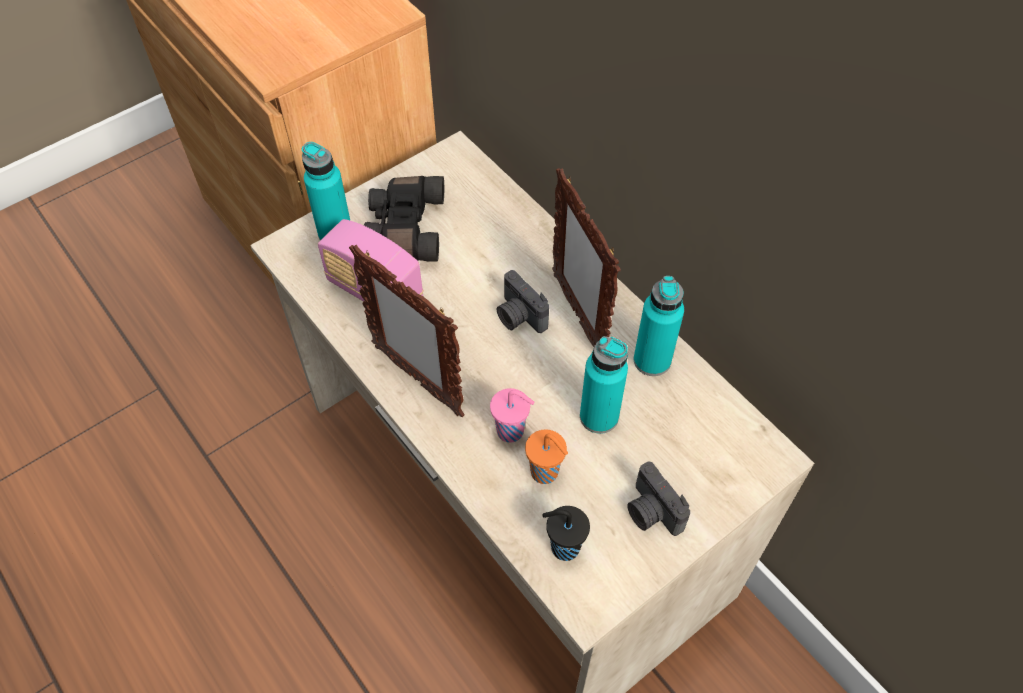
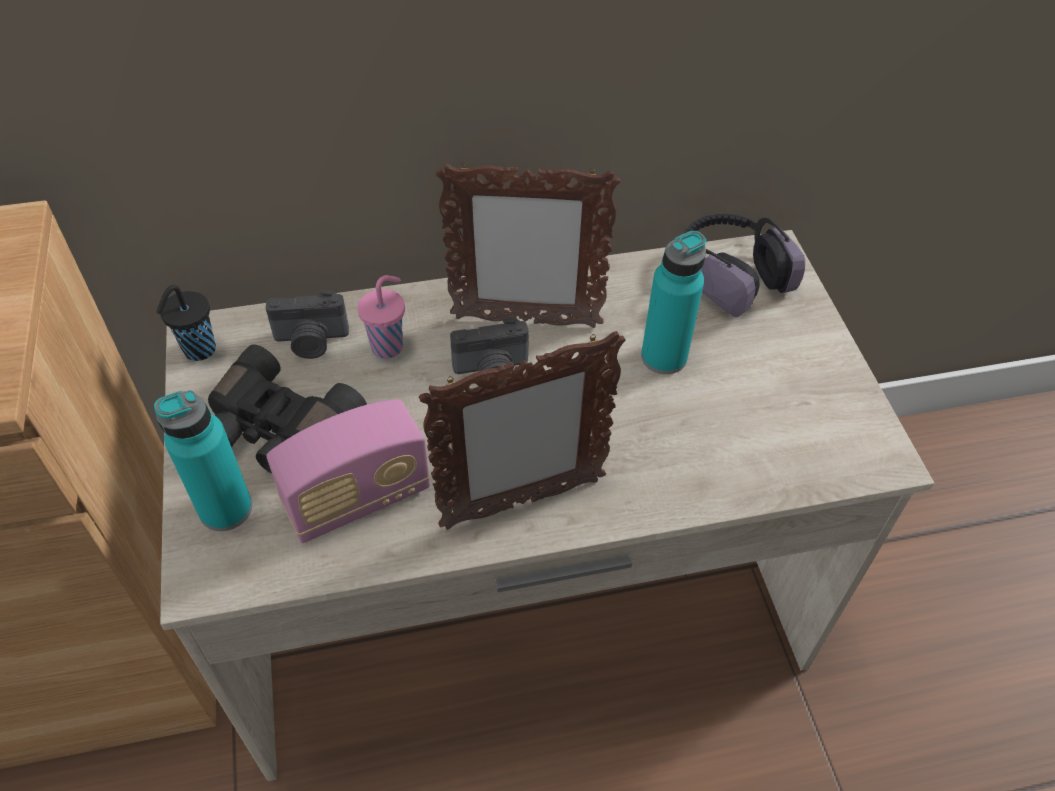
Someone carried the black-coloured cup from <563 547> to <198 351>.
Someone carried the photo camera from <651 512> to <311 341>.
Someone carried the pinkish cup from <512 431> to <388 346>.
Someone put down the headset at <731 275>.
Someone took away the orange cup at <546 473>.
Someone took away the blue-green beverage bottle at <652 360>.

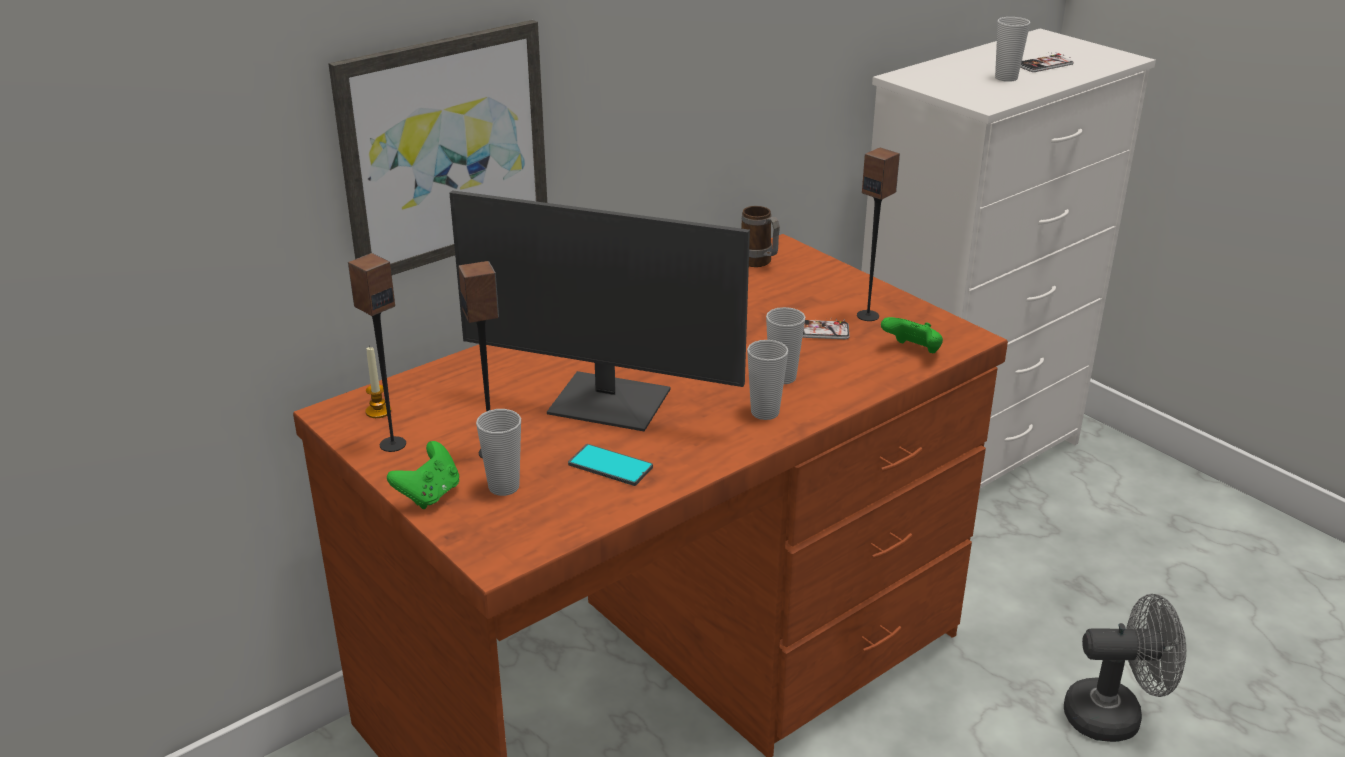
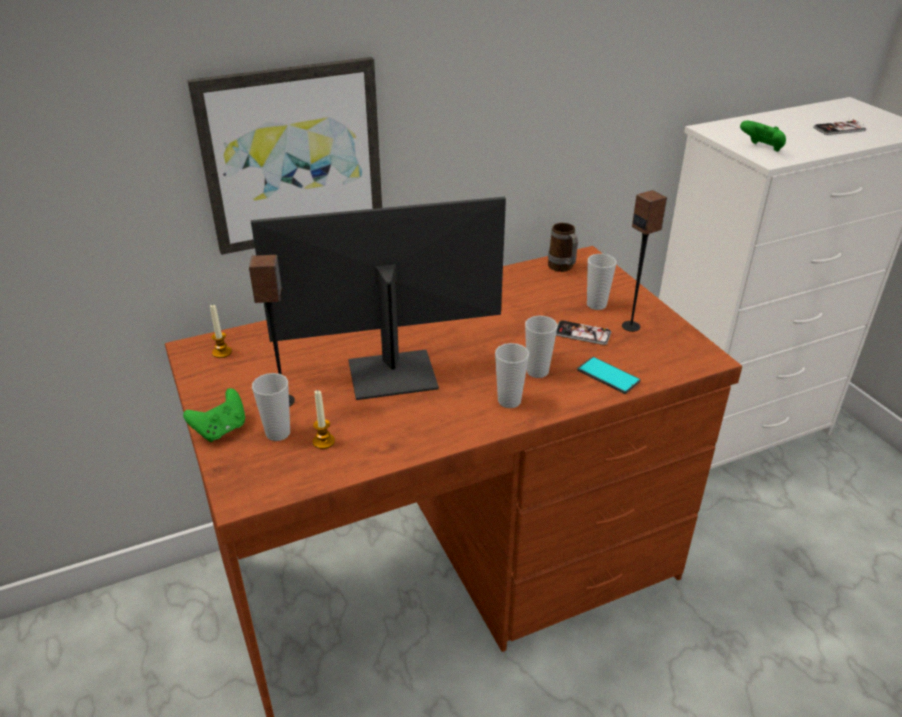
Someone rotated the monitor at <608 403> by 135 degrees clockwise.
Someone put down the candle at <323 441>.
Someone carried the telephone from <610 466> to <608 376>.
Someone carried the cup from <1006 78> to <596 305>.
Someone carried the green-coloured game controller from <913 351> to <761 149>.
Someone took away the speaker at <392 444>.
Someone took away the gray fan at <1114 716>.

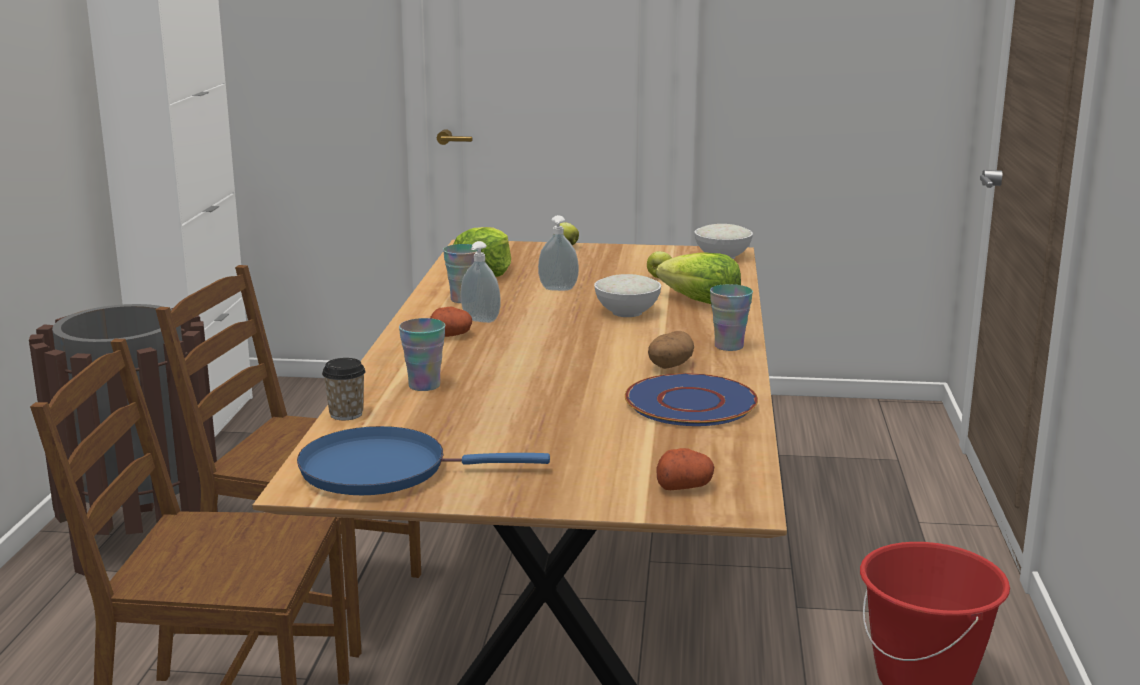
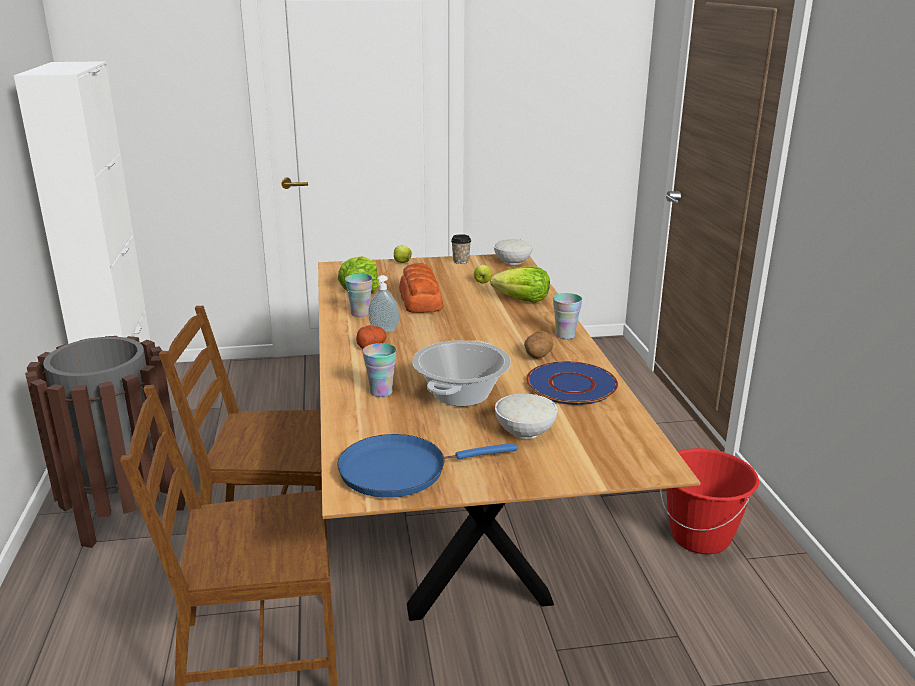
Someone swapped the liquid soap bottle at <558 289> for the bread at <421 299>.
Someone put down the cooking pot at <460 394>.
Someone carried the cup from <346 414> to <461 261>.
Someone carried the white serving bowl from <627 313> to <525 432>.
Someone took away the spud at <684 486>.

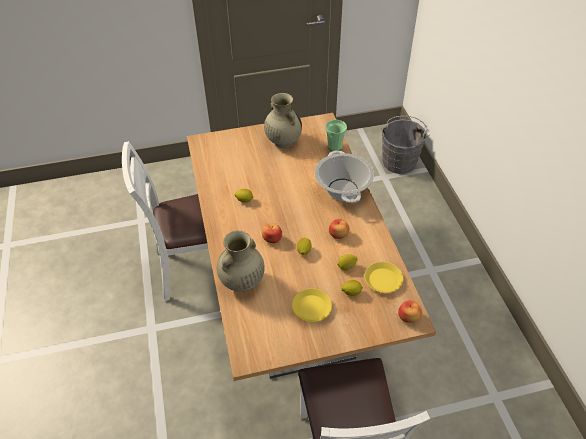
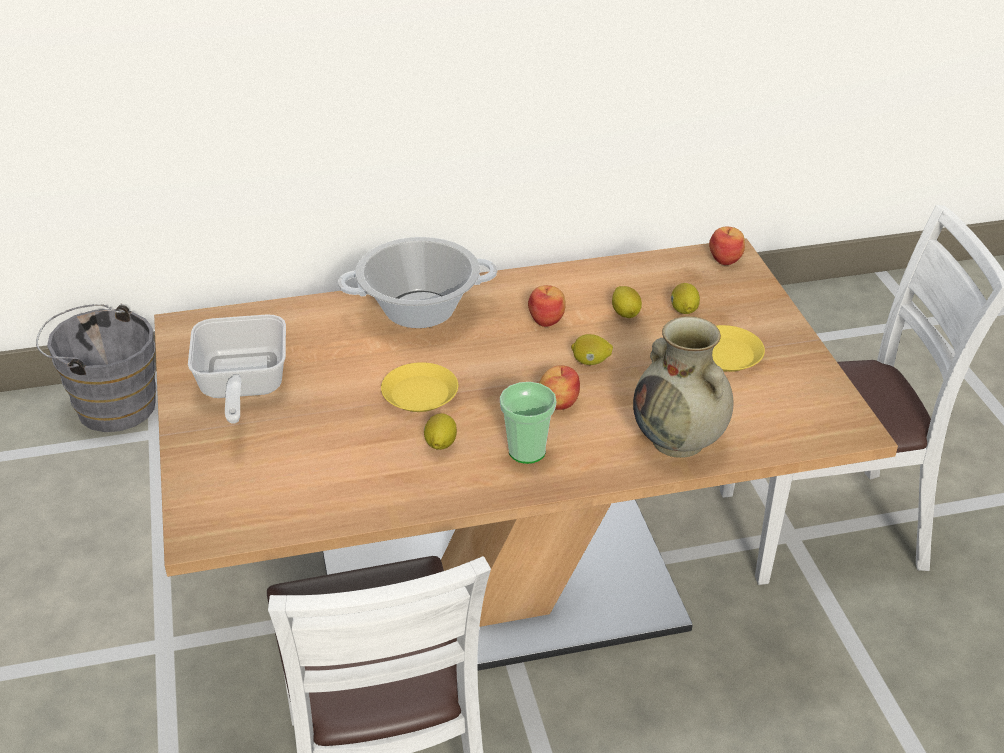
Someone swapped the sand-coloured flower vase at <283 141> for the pan at <241 388>.
Someone carried the yellow dinner plate from <383 280> to <420 394>.
Someone carried the cup from <334 146> to <527 451>.

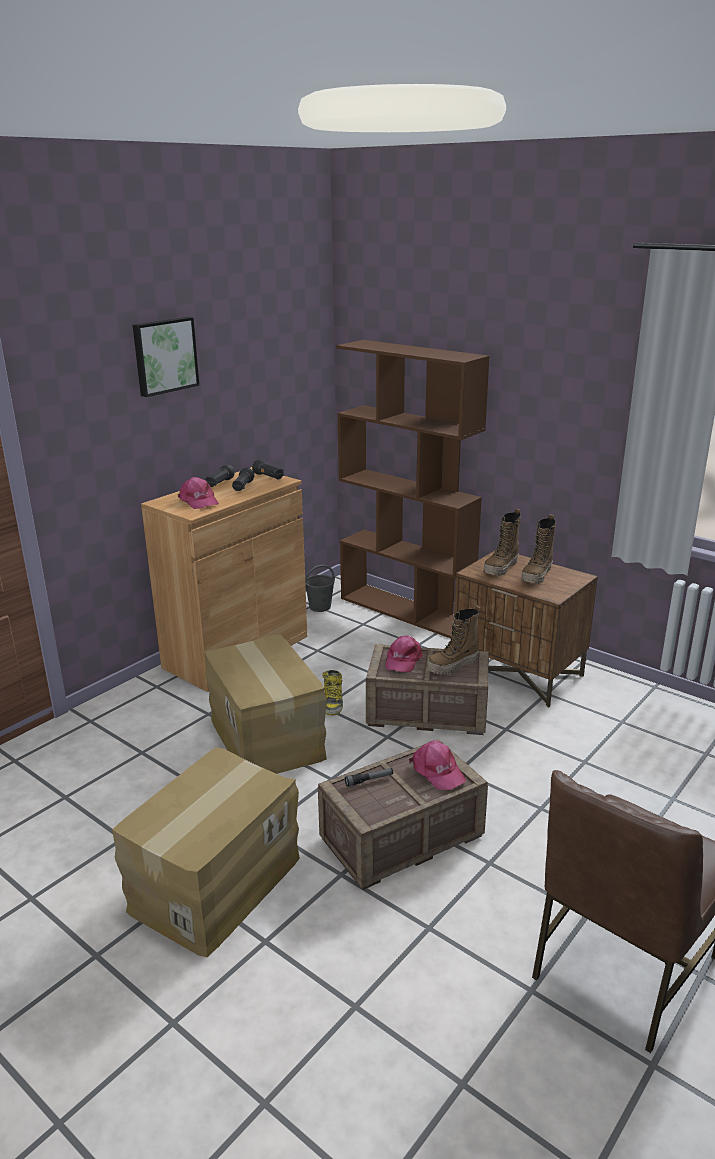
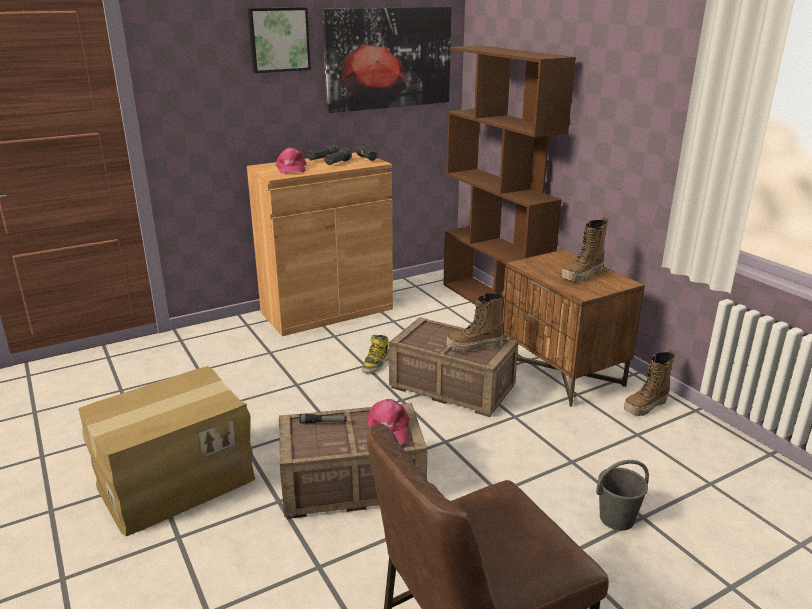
Someone put up the picture at <388 58>.
Someone carried the gray pail from <320 607> to <617 518>.
Someone carried the boot from <501 568> to <645 406>.
Someone took away the packing box at <268 738>.
Someone took away the pinkish peaked cap at <403 660>.

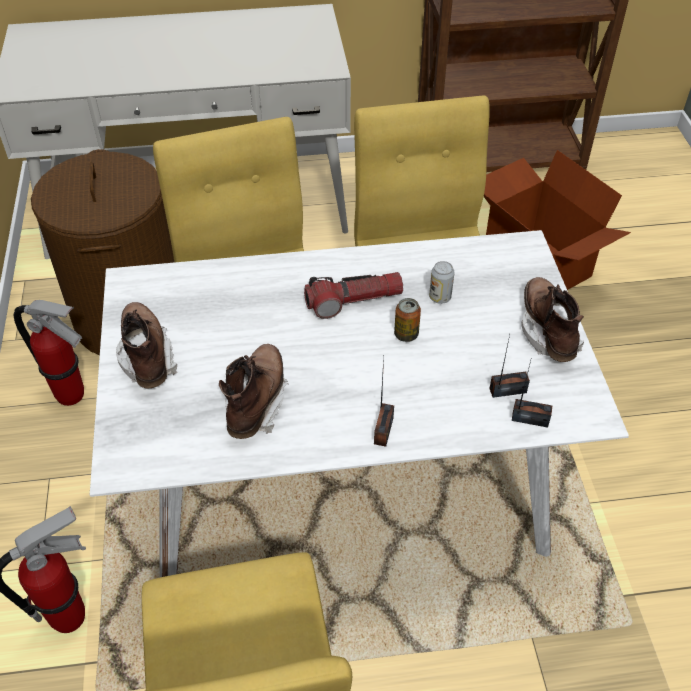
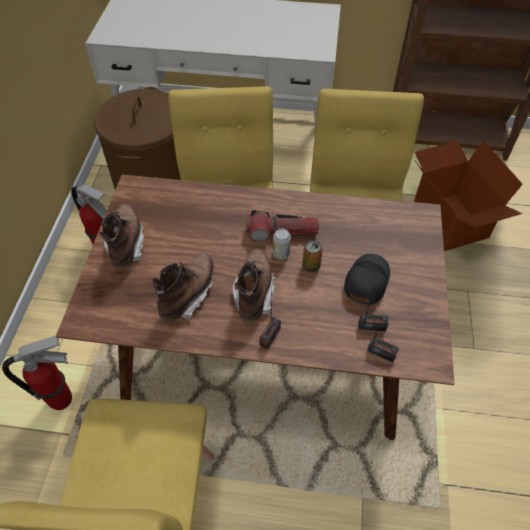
Someone repainted the white kitchen table at <344 490>, which became the brownish kitchen table at <263 356>.
Someone carried the brownish boot from <547 331> to <254 293>.
Someone carried the metal can from <440 297> to <281 254>.
Someone put down the black-coloured peaked cap at <365 281>.

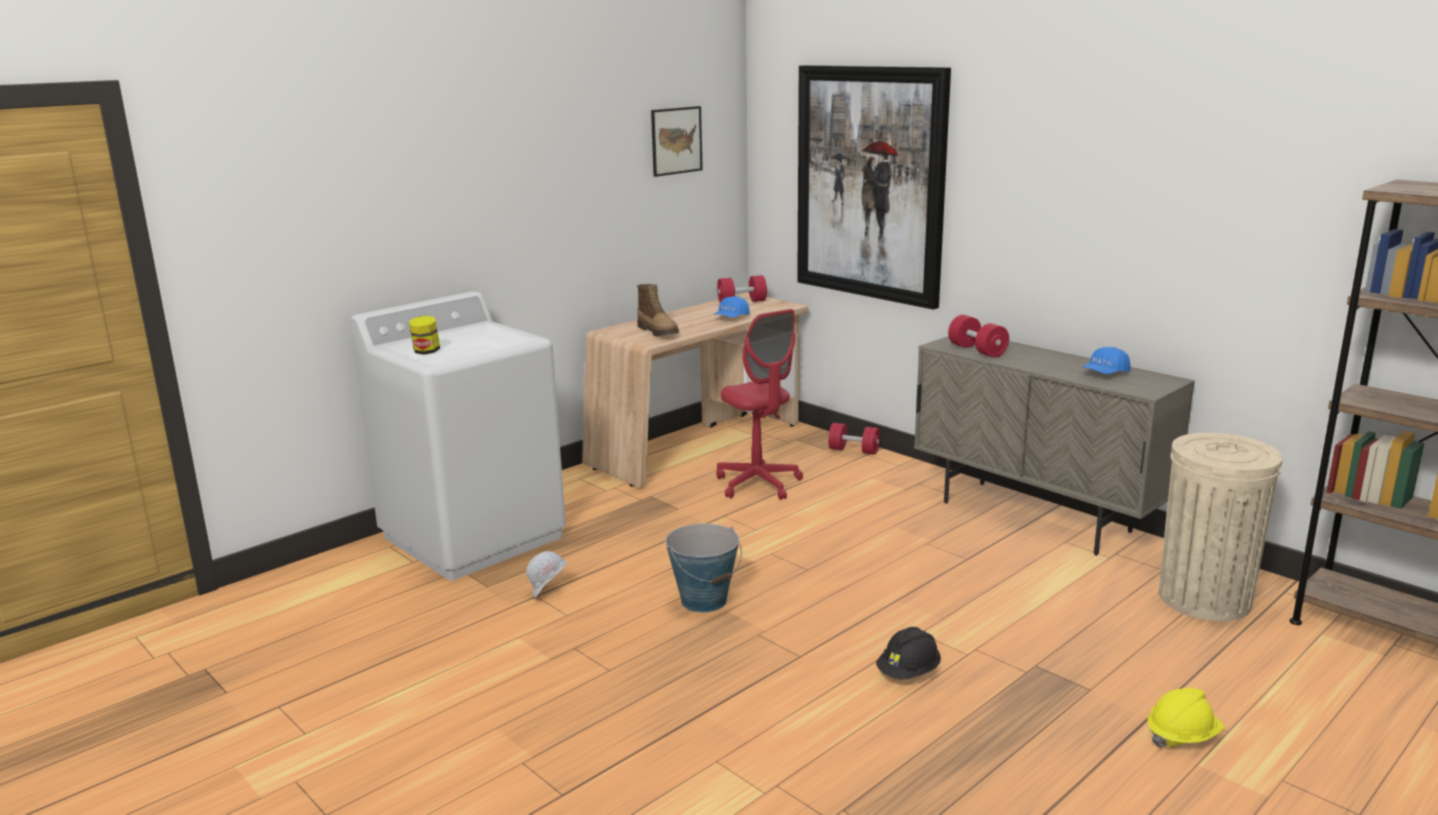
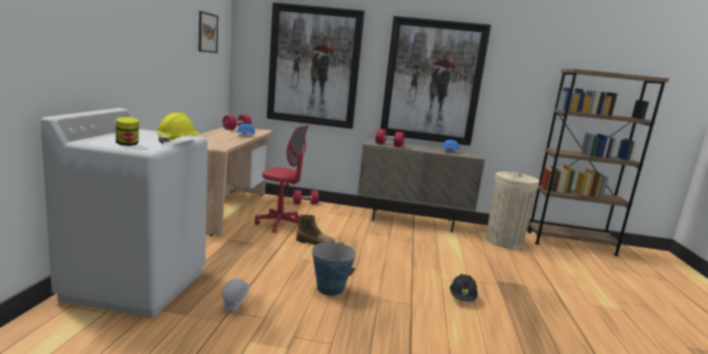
Someone carried the yellow work helmet from <1182 736> to <177 142>.
Someone carried the boot from <659 332> to <315 243>.
Someone put up the picture at <432 82>.

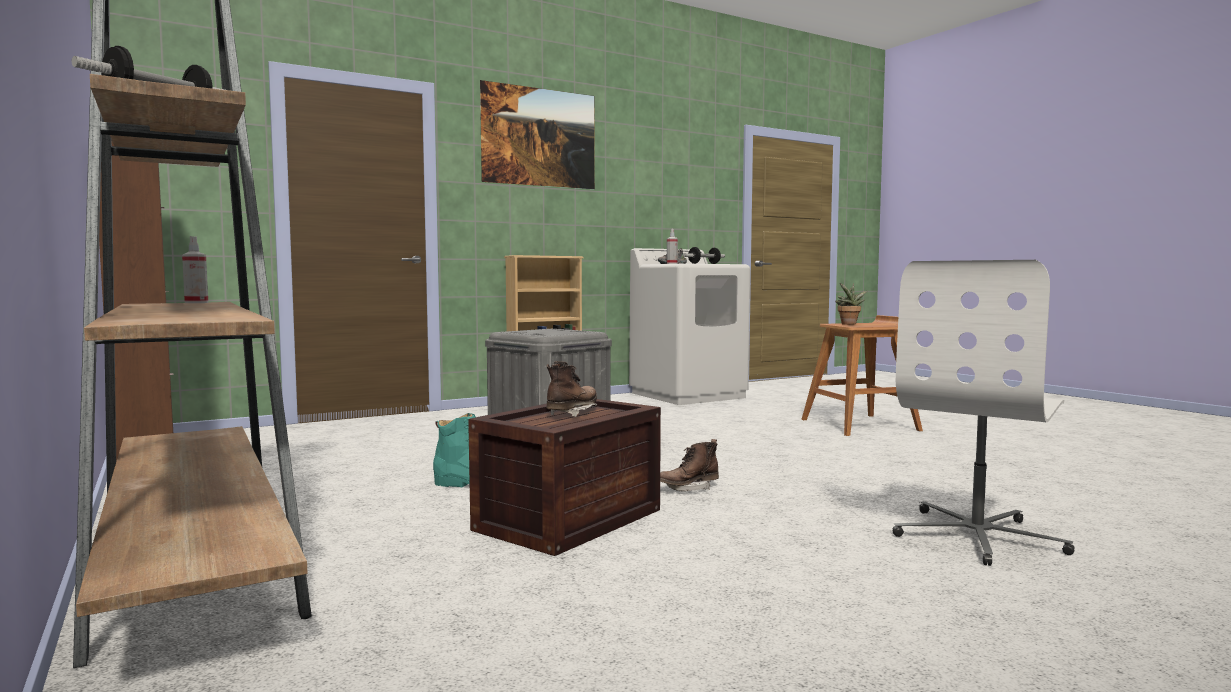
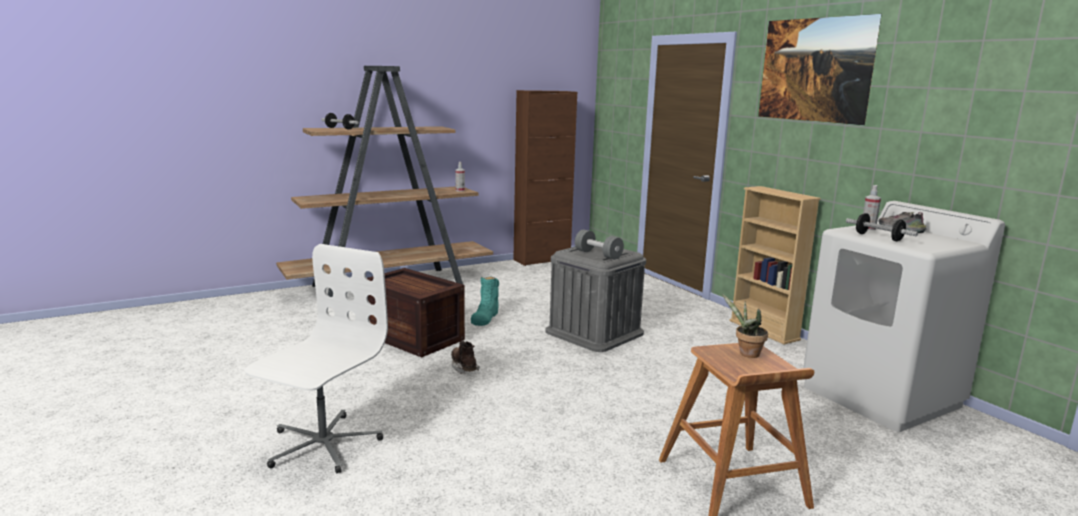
Someone rotated the white desk chair at <978 537> by 75 degrees clockwise.
Someone put down the gray free weight at <598 254>.
Someone took away the brownish boot at <572 413>.

